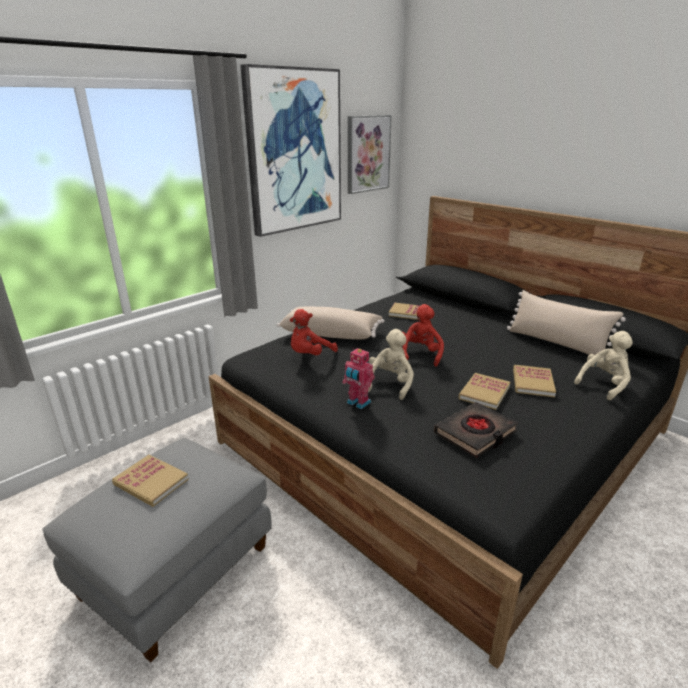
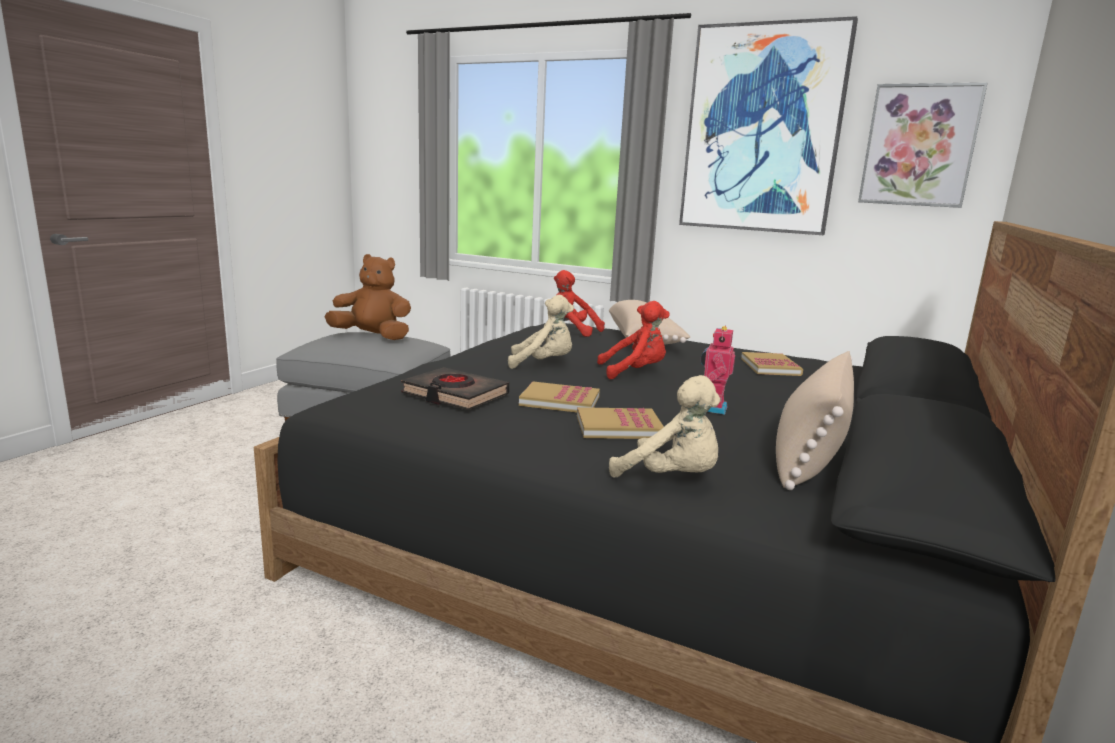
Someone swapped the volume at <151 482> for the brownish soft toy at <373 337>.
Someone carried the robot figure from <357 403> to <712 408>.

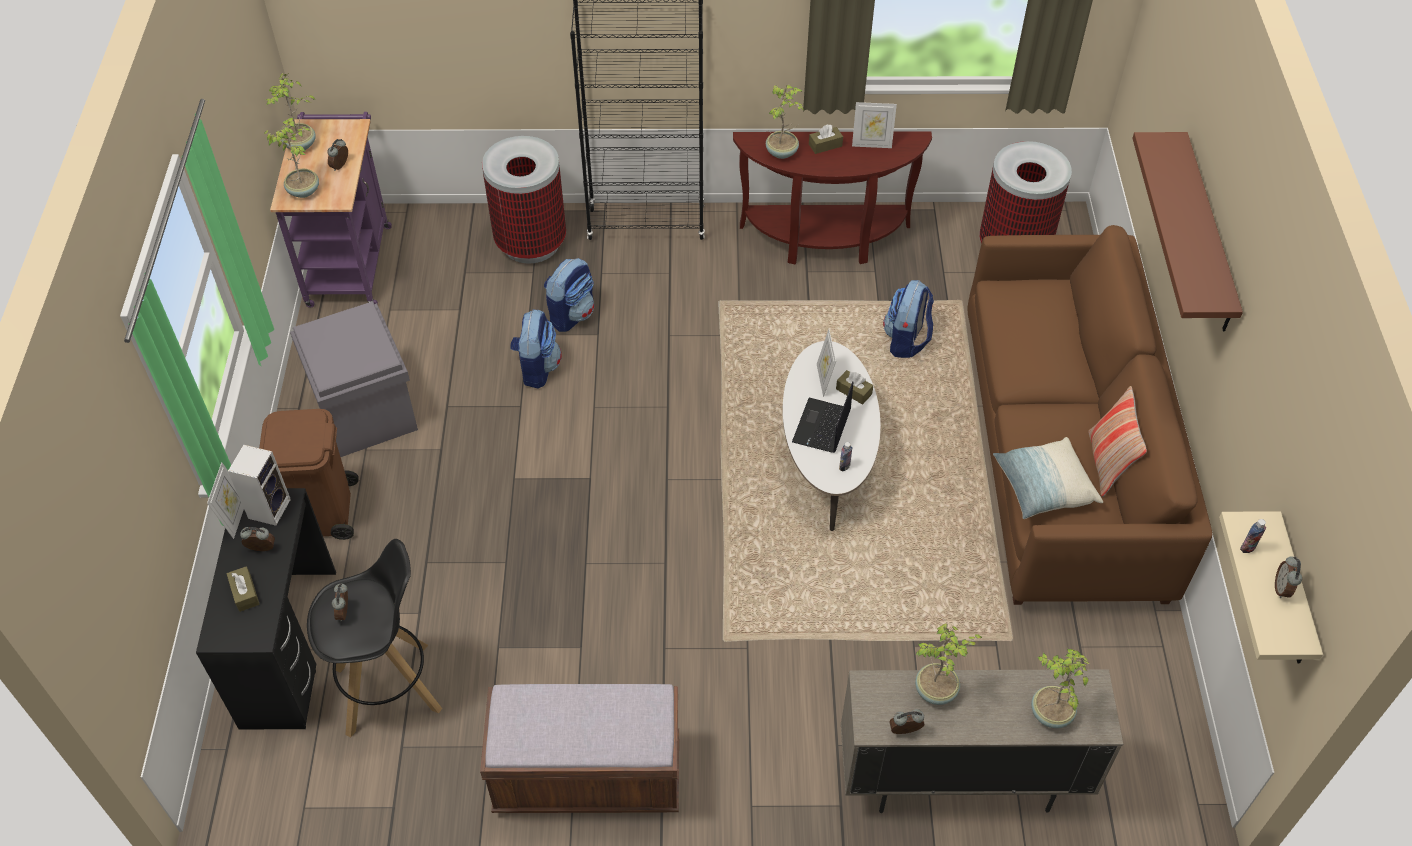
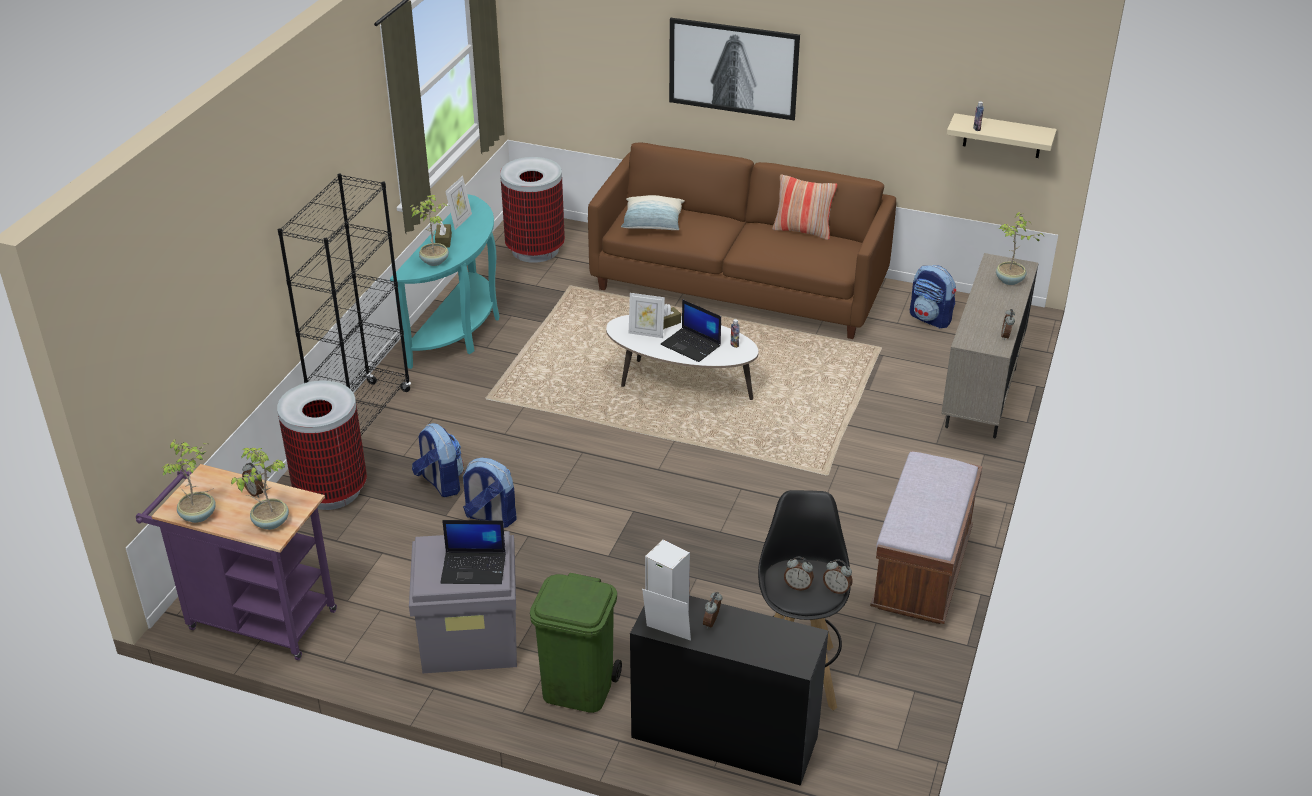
Someone repainted the brownish hall table at <825 241>, which became the blue-green hall table at <460 330>.
Someone put down the notebook computer at <474 568>.
Someone repainted the brownish rubbish bin at <323 513>, which became the green-coloured rubbish bin at <579 689>.
Someone carried the throw pillow from <1043 487> to <653 223>.
Someone swapped the brownish wall shelf at <1207 234> for the picture at <733 67>.
Someone carried the bedside clock from <1282 588> to <837 589>.
Someone carried the rucksack from <906 340> to <931 318>.
Someone took away the brownish tissue box at <245 593>.
Someone took away the plant in a pot at <936 691>.

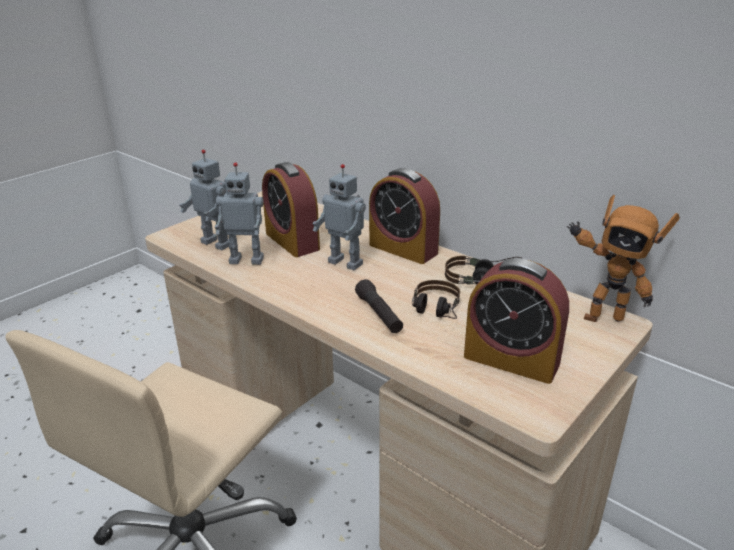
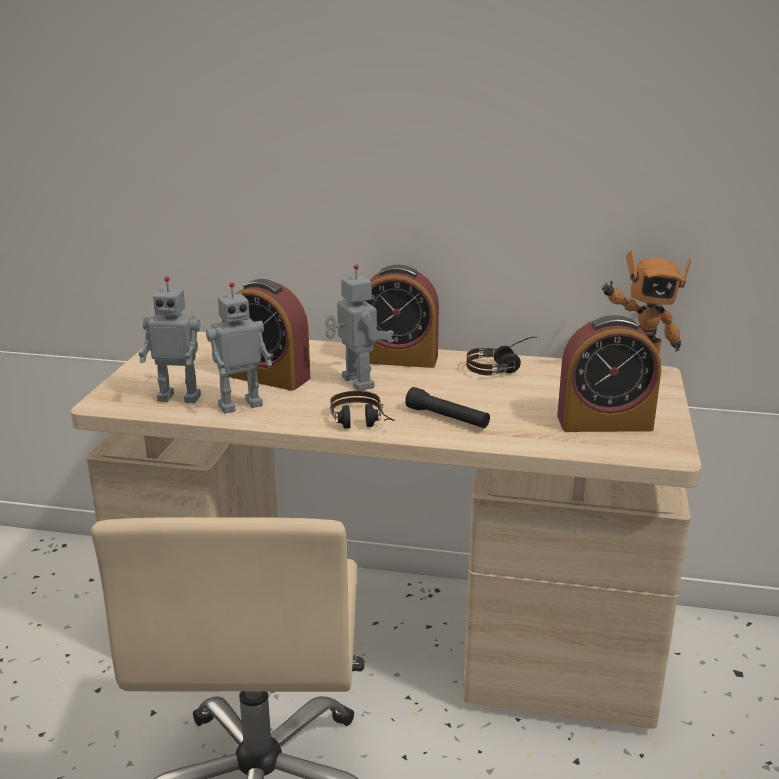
Someone rotated the robot figure at <346 262> by 120 degrees counterclockwise.
Someone carried the headset from <435 313> to <361 425>.

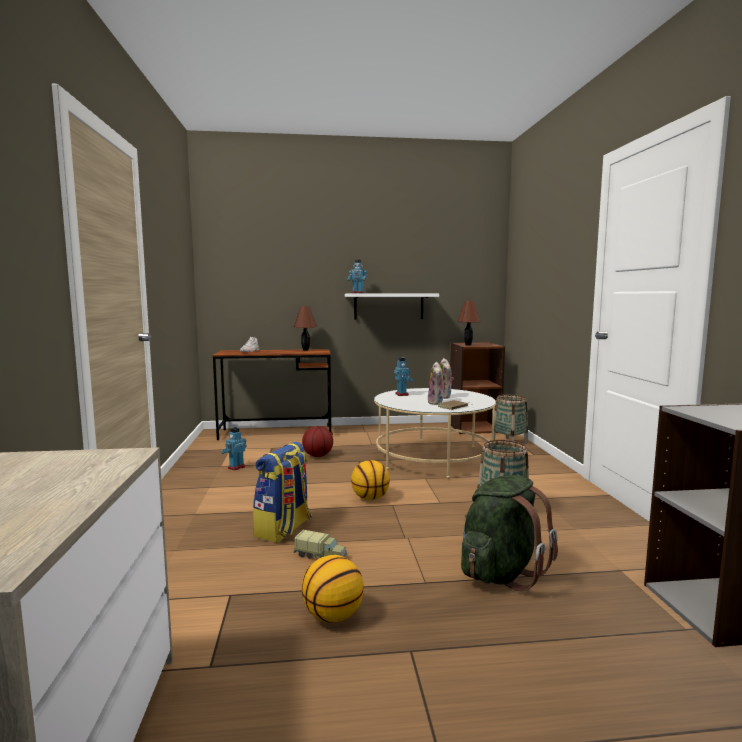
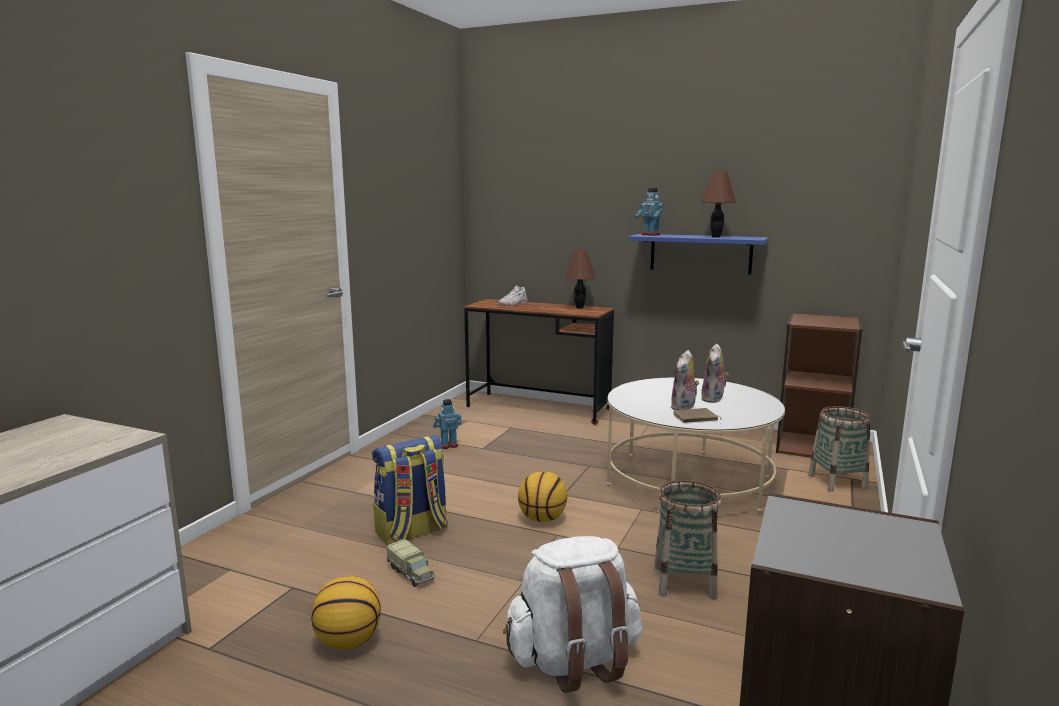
Someone repainted the green-coloured rucksack at <501 573>, which became the white rucksack at <574 661>.
Someone repainted the white wall shelf at <388 306>, which became the blue-coloured wall shelf at <700 253>.
Someone carried the brownish lamp for a table from <468 345> to <715 237>.
Someone took away the basketball ball at <318 456>.
Someone took away the robot figure at <402 394>.

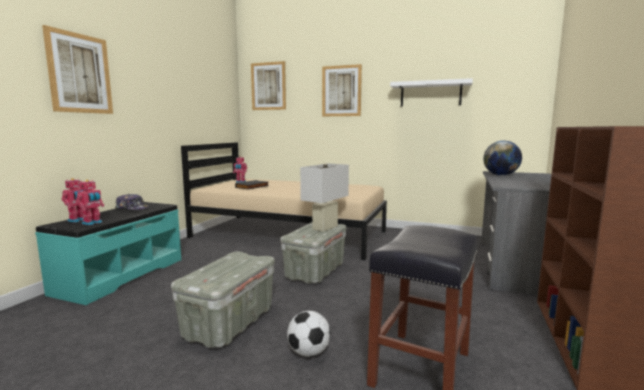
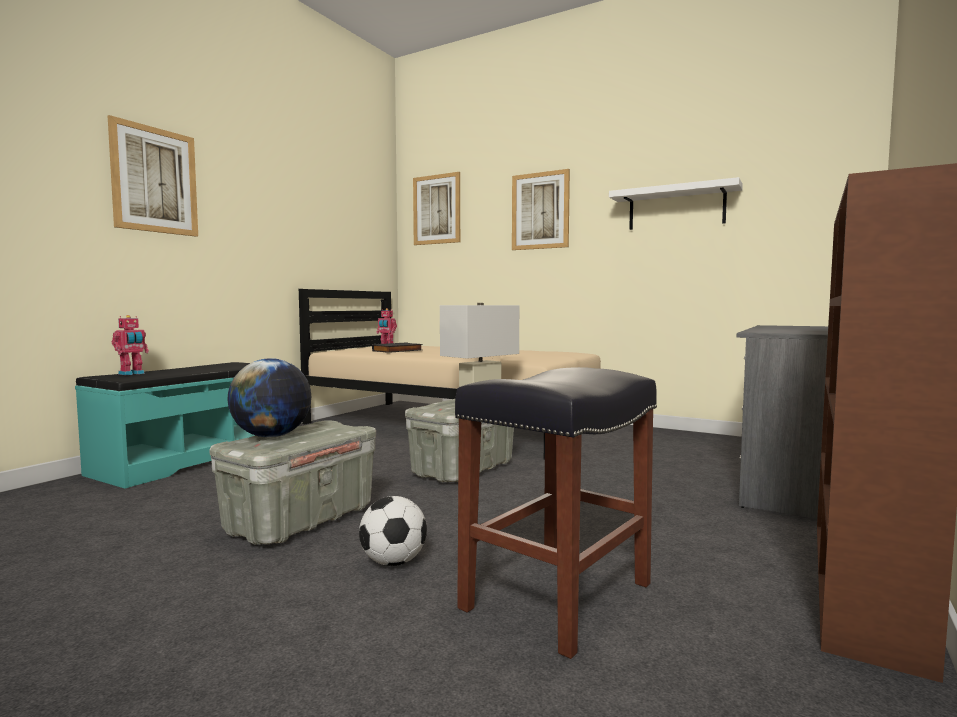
Someone carried the desk globe from <501 175> to <272 436>.
Someone took away the robot figure at <92 223>.
Someone took away the peaked cap at <132 208>.

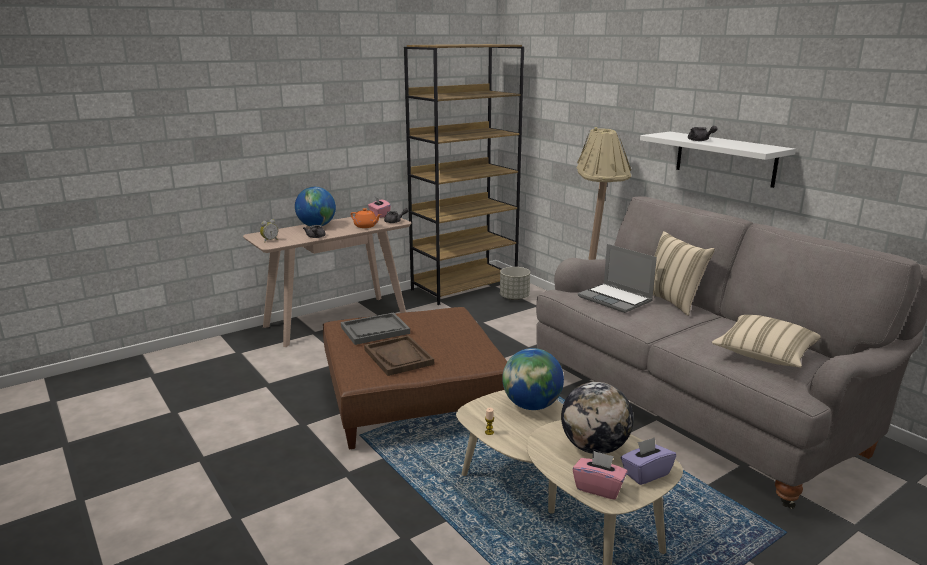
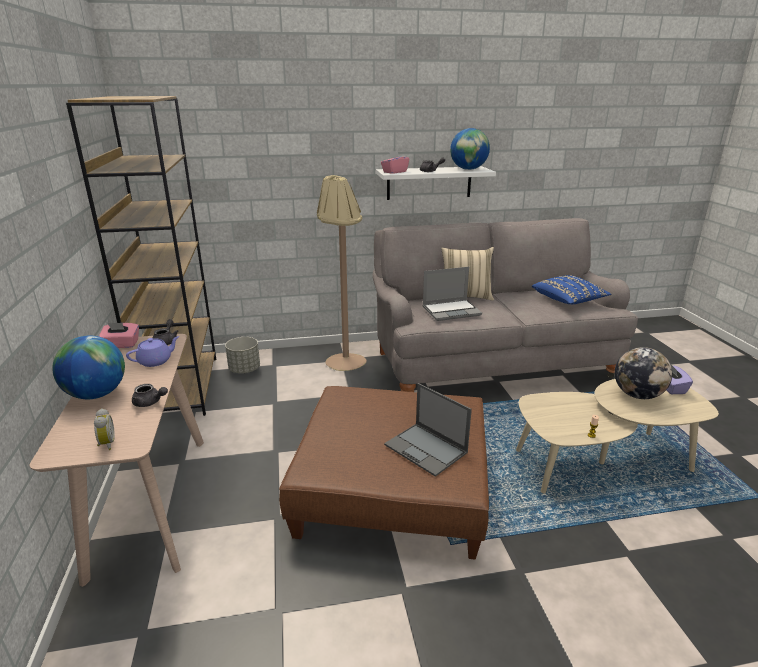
Someone repainted the orange tea pot at <366 226>, which became the purple-coloured tea pot at <156 361>.
Someone carried the pinkish tissue box from <598 488> to <394 172>.
Someone swapped the brownish serving tray at <398 357> for the notebook computer at <426 449>.
Someone carried the desk globe from <531 406> to <468 169>.
Someone repainted the sand-coloured throw pillow at <764 355>, which became the blue-coloured throw pillow at <568 300>.
Someone took away the gray serving tray at <375 330>.

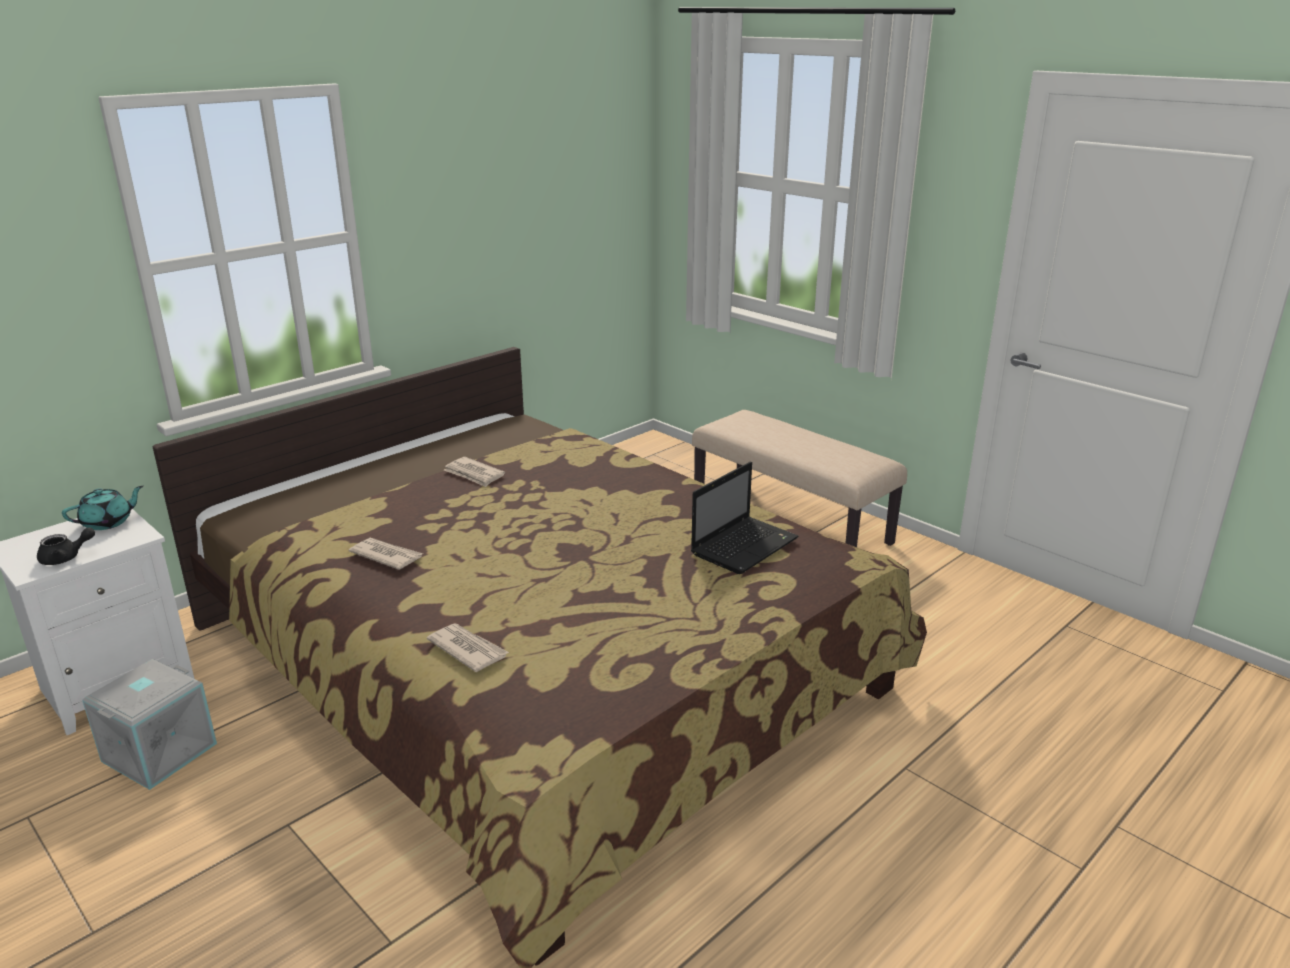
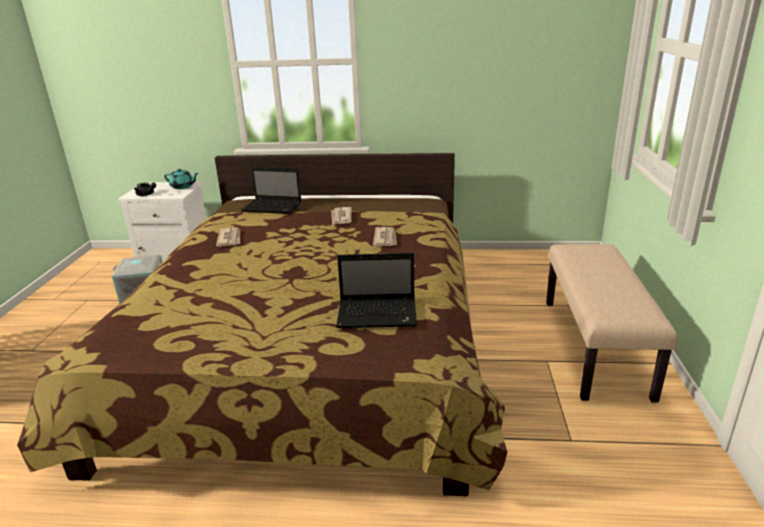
Someone put down the notebook computer at <273 207>.
Someone carried the newspaper from <467 649> to <385 238>.

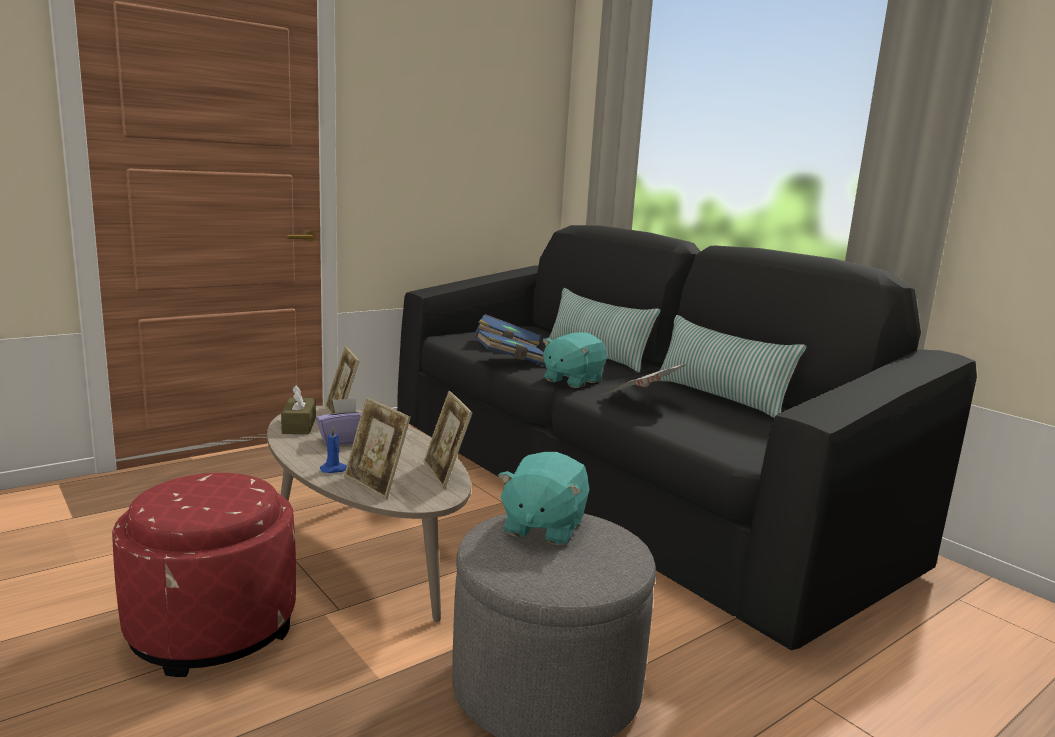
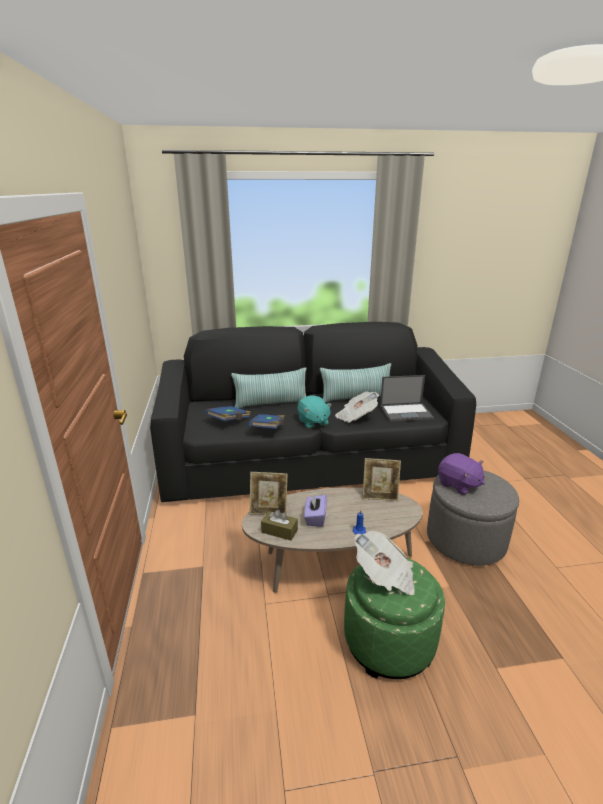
Someone repainted the reddish ottoman at <213 627>, which became the green-coloured ottoman at <389 641>.
Someone put down the newspaper at <384 575>.
Someone put down the notebook computer at <406 412>.
Someone repainted the blue-green soft toy at <543 527>, which became the purple-coloured soft toy at <458 485>.
Someone took away the picture frame at <376 484>.

